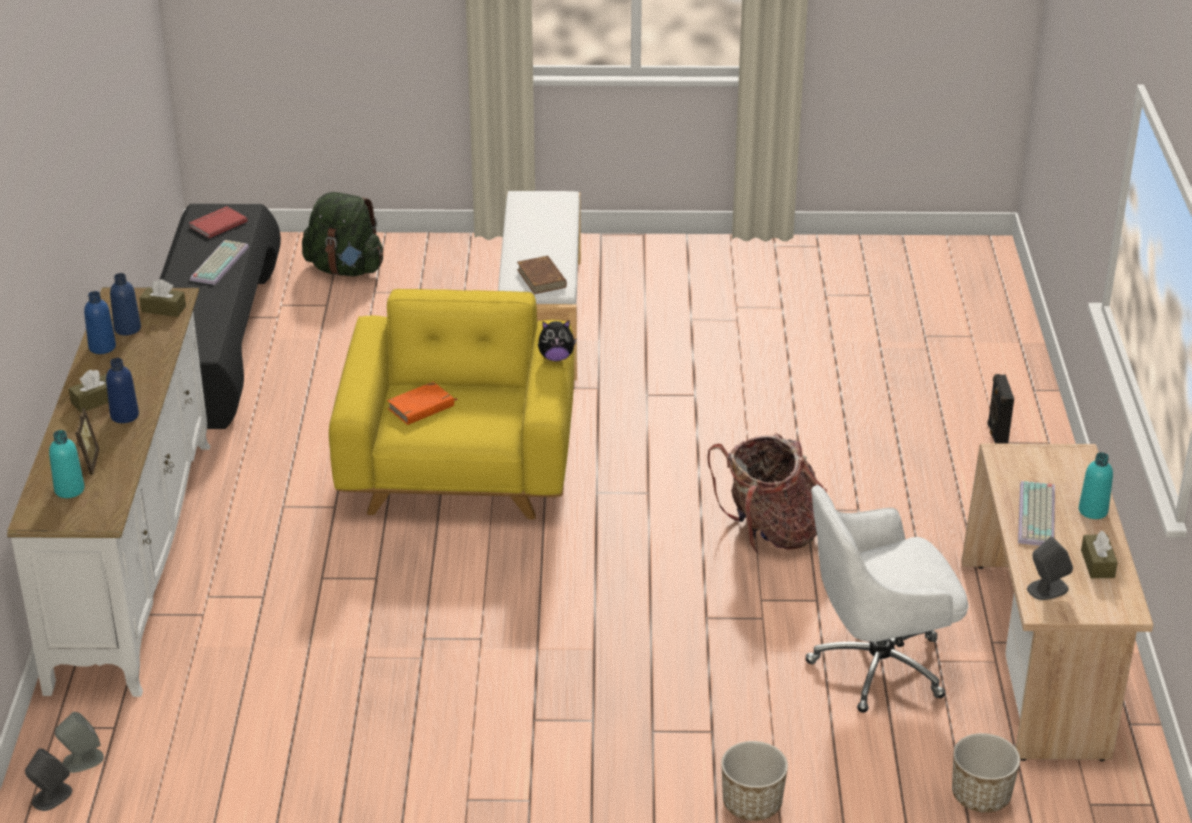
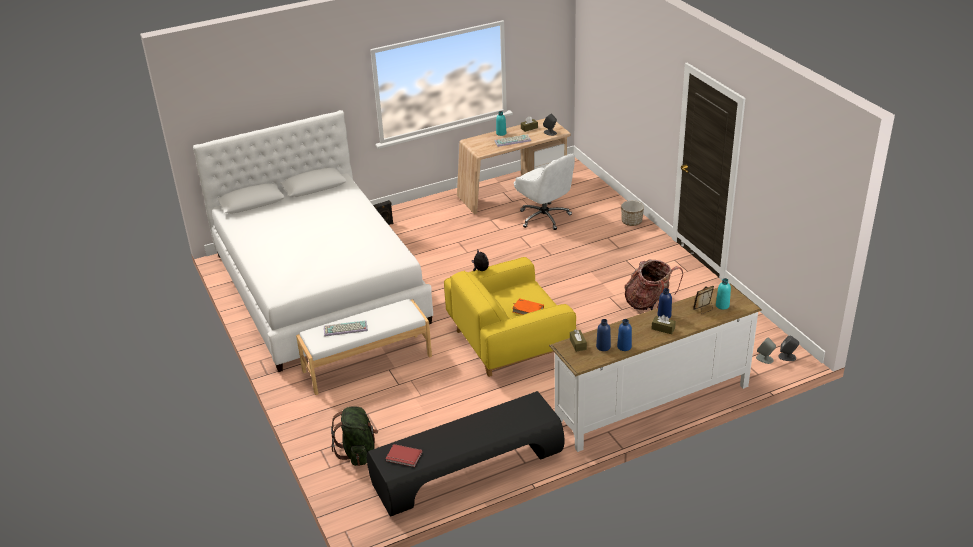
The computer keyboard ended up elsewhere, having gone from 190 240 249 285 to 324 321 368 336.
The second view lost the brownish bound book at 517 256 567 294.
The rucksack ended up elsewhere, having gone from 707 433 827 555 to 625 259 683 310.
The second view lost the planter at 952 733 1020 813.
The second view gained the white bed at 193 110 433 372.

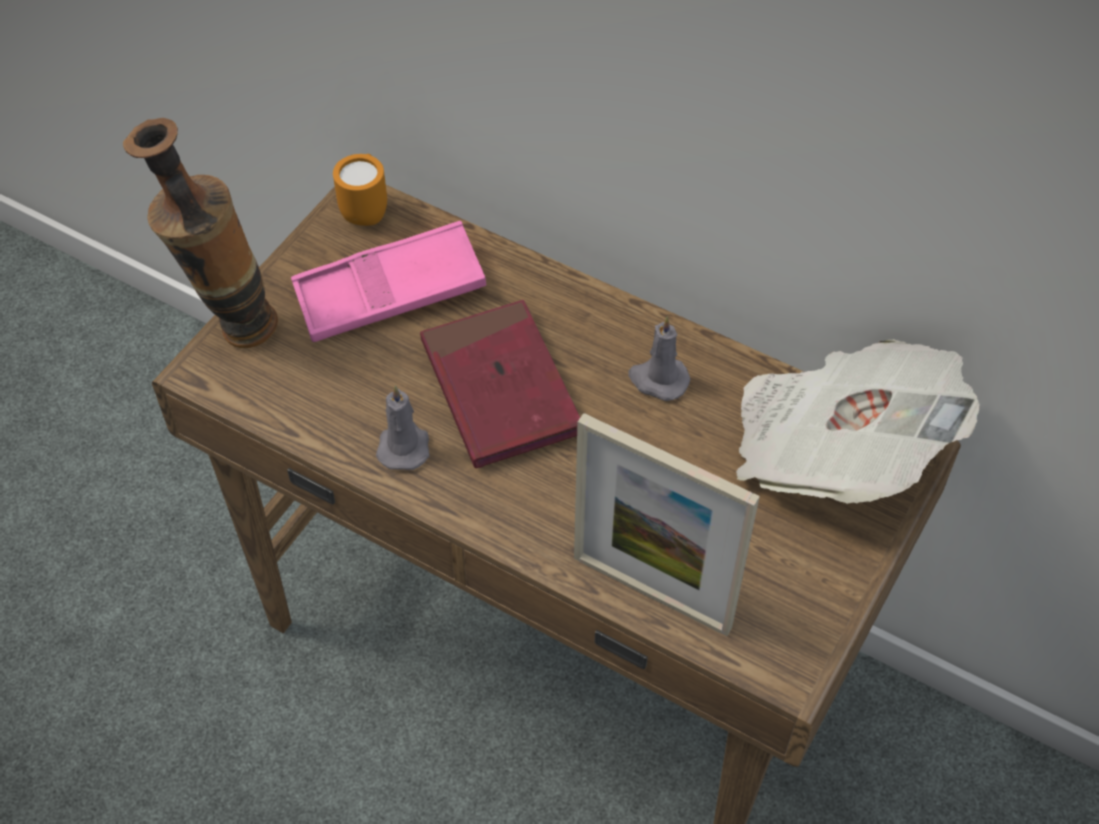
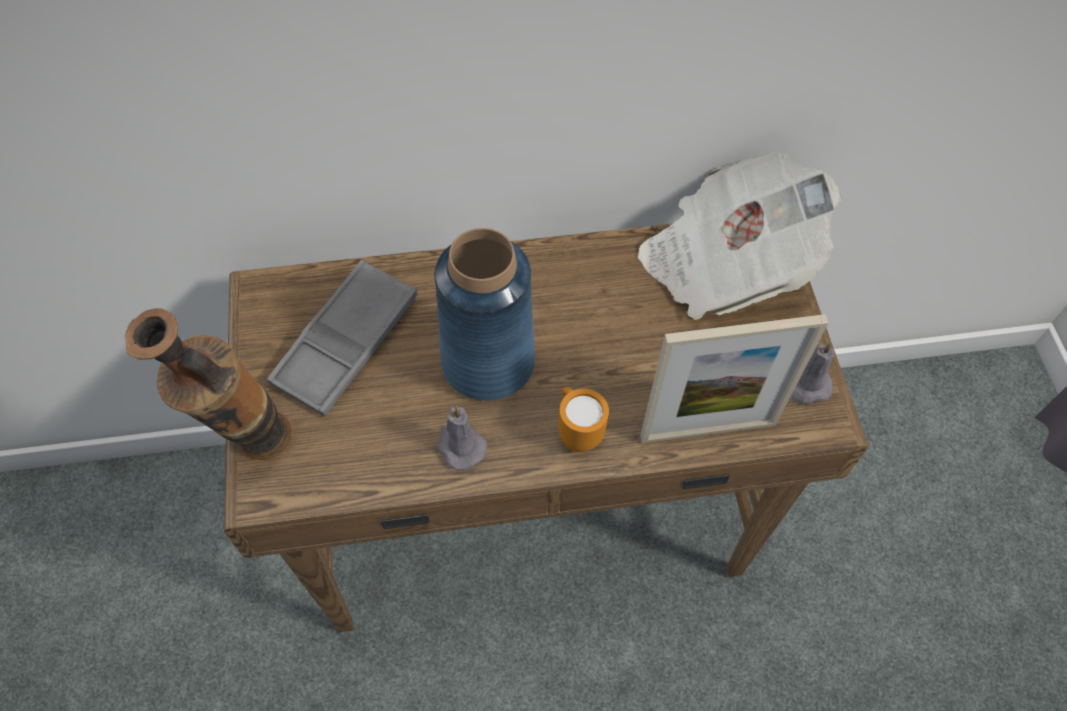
What was the pinkish tray at 291 221 486 342 turned into the grey tray at 267 260 417 417.
The orange-coloured mug ended up elsewhere, having gone from 333 154 387 226 to 558 387 609 452.
Where the red bound book stood at 420 300 580 468, the bluish decorative vase came to stand at 434 228 535 401.
The grey wax candle ended up elsewhere, having gone from 628 316 690 401 to 789 341 835 404.

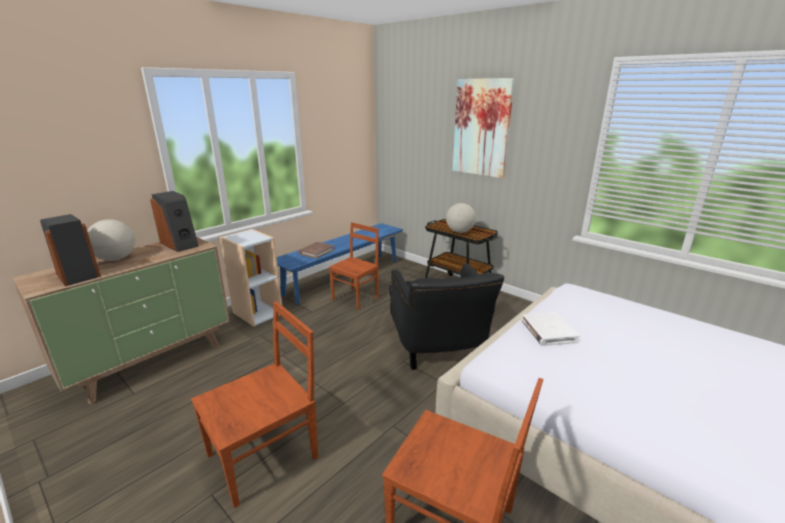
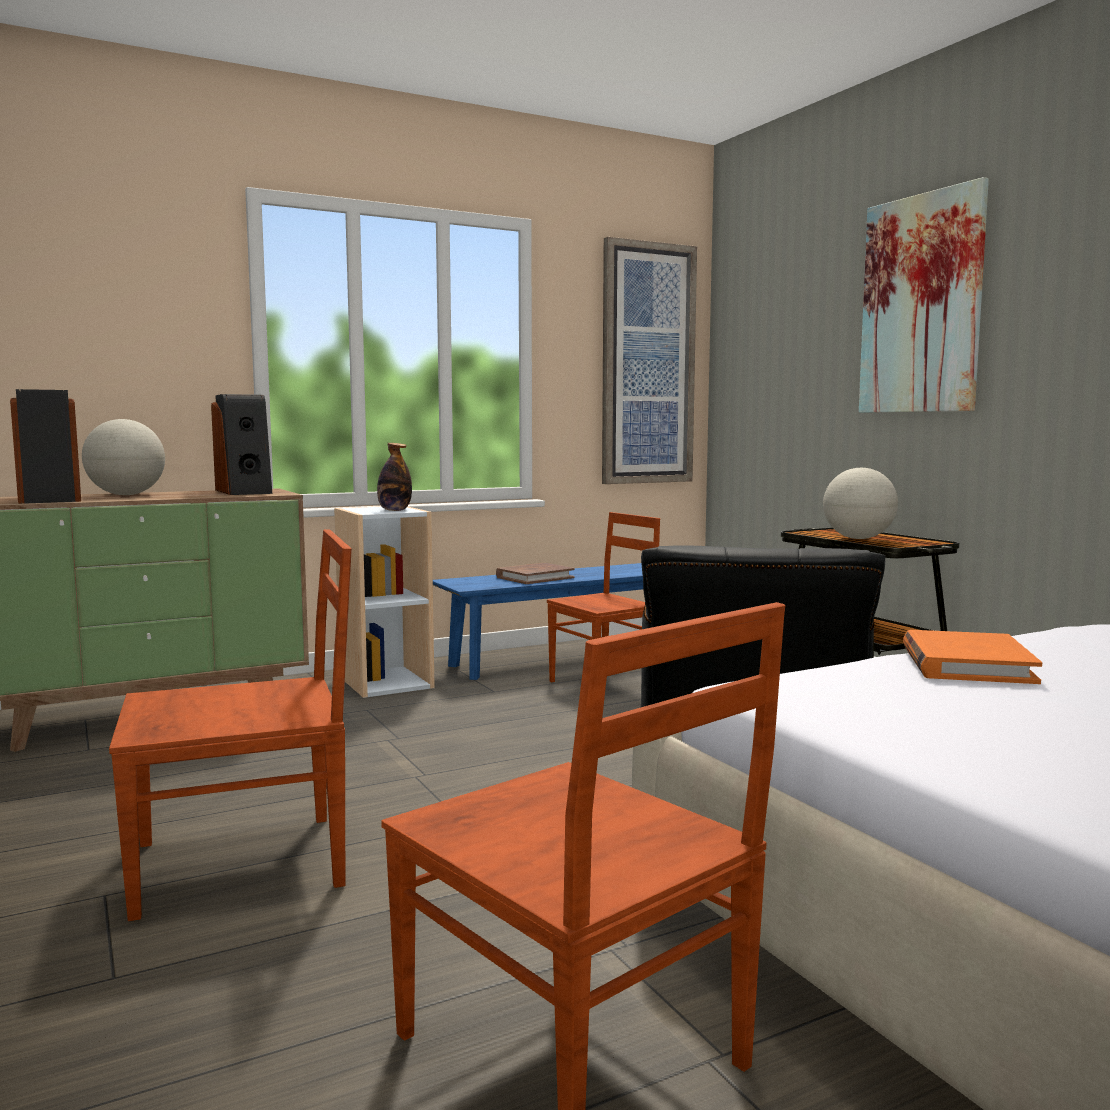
What was the white bound book at 521 312 580 346 turned into the orange-coloured bound book at 903 630 1042 684.
The second view gained the bottle at 377 443 412 511.
The second view gained the picture at 602 237 697 484.

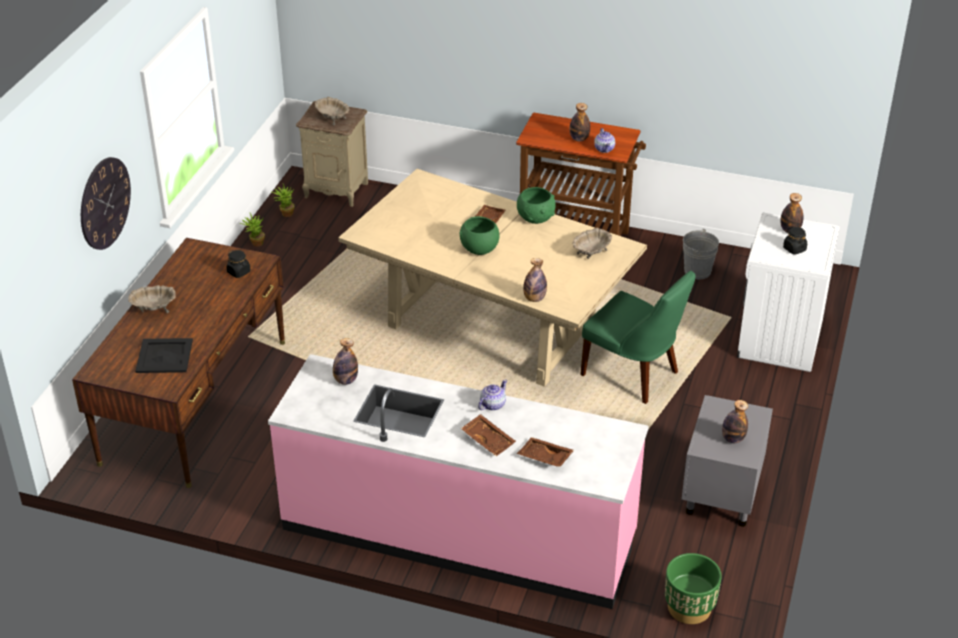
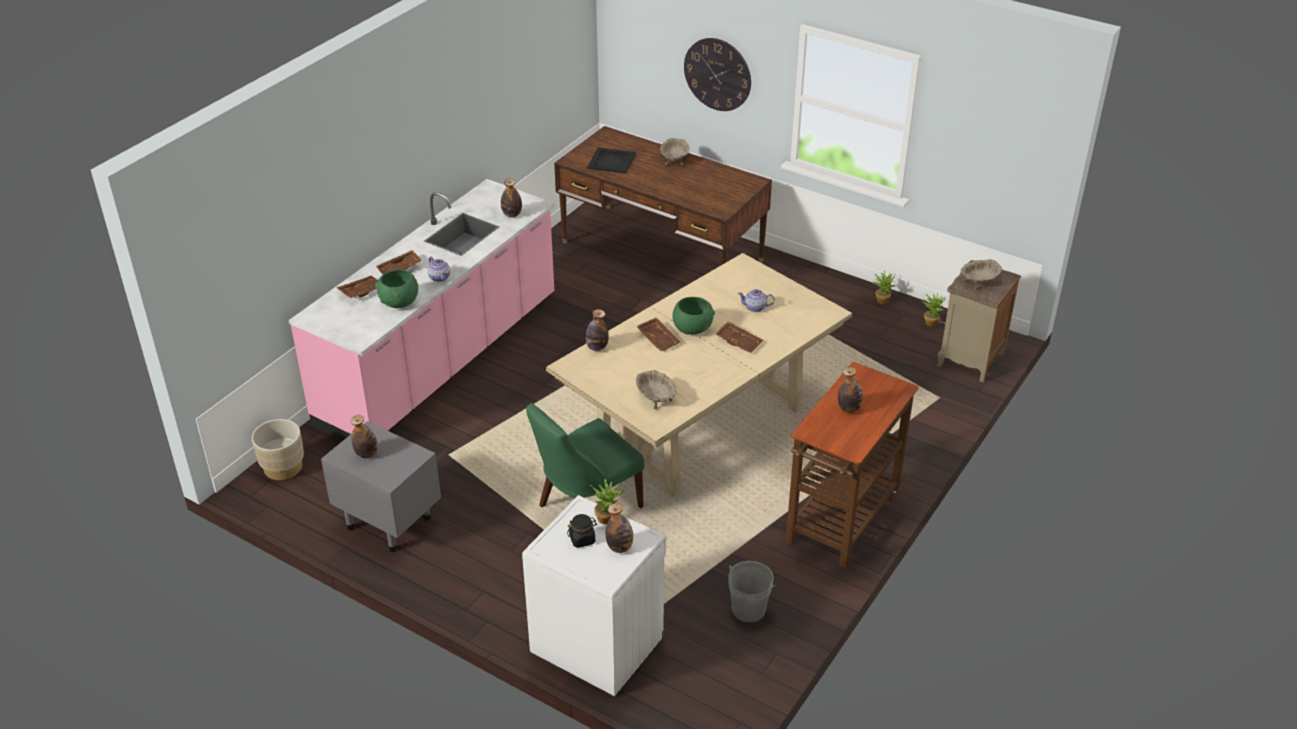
The second view lost the black-coloured preserve jar at 227 250 250 278.
The green serving bowl ended up elsewhere, having gone from 517 187 556 224 to 375 269 418 308.
The teapot ended up elsewhere, having gone from 594 128 615 153 to 738 289 775 312.
What was the green planter at 665 553 722 624 turned into the beige planter at 252 419 304 480.
The second view gained the potted plant at 590 479 624 524.
The second view gained the brownish tray at 636 317 680 352.

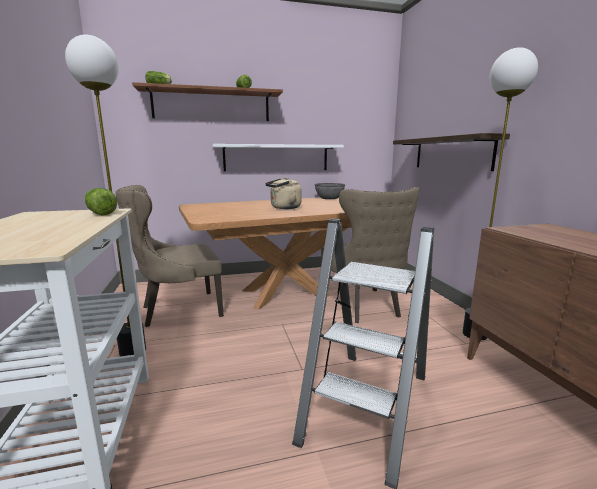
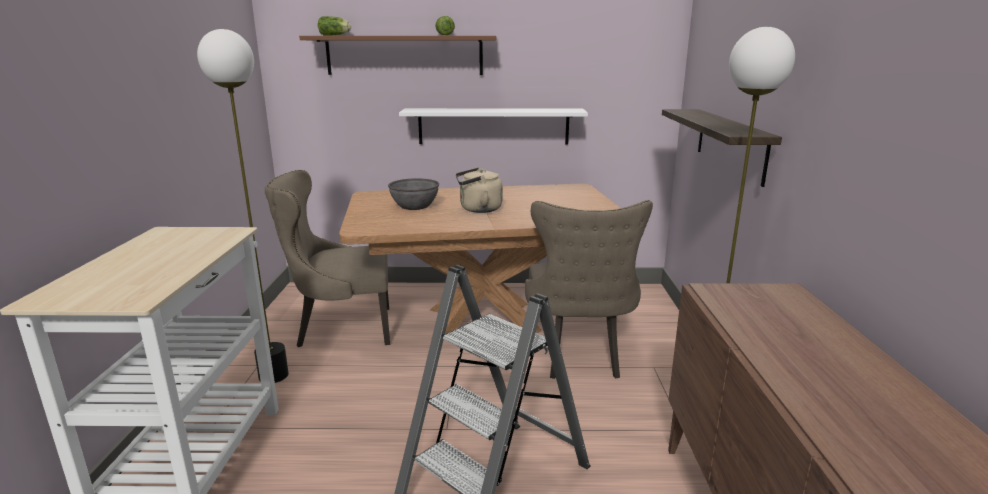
The second view lost the head of lettuce at 85 188 117 215.
The grey serving bowl ended up elsewhere, having gone from 314 183 345 199 to 388 178 439 210.

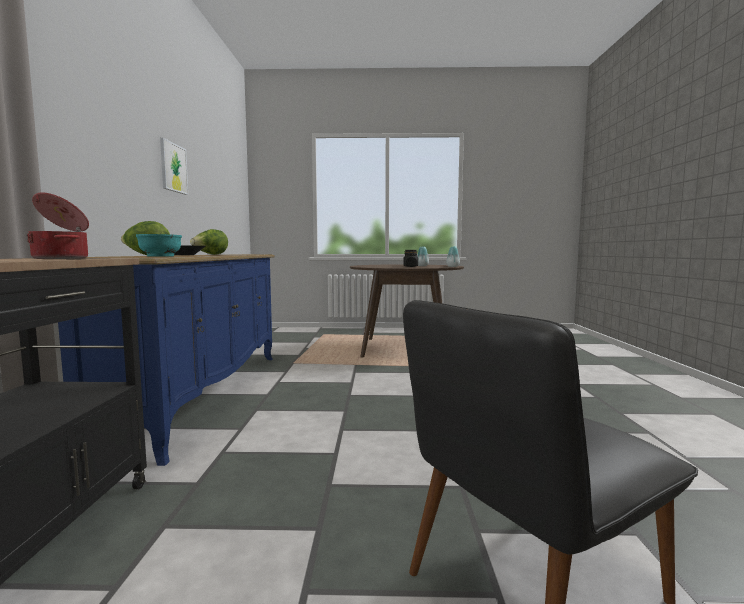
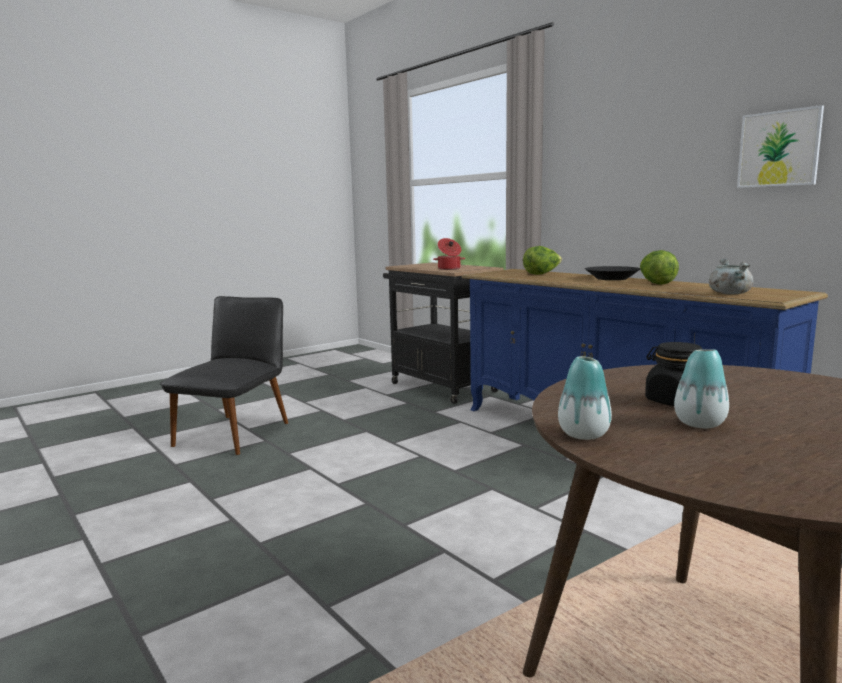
The second view lost the turquoise serving bowl at 136 234 182 257.
The second view gained the grey saucepot at 709 258 754 295.

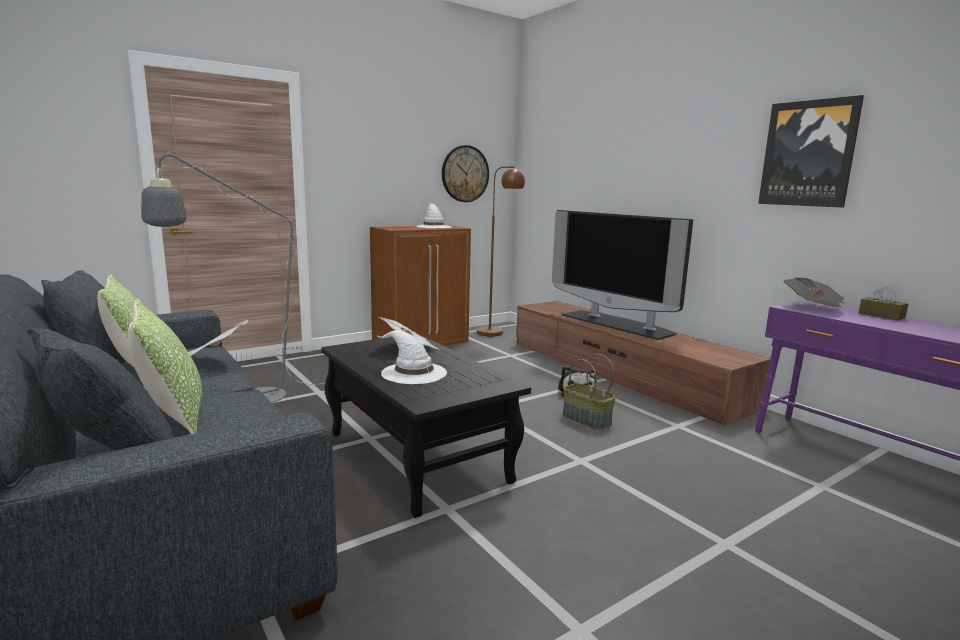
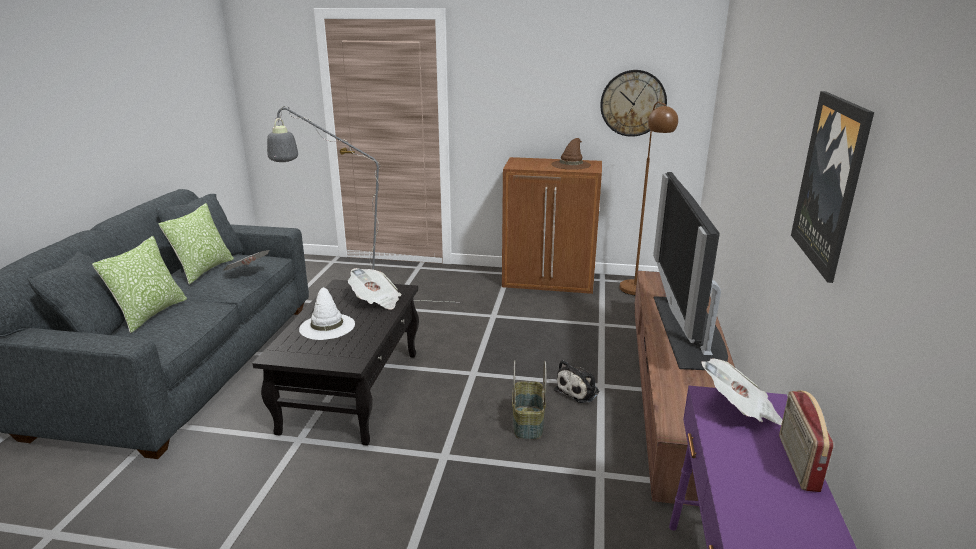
What was the white hat at 416 204 452 228 turned into the brownish hat at 551 138 591 170.
Where the brownish tissue box stood at 859 286 908 320, the radio came to stand at 779 390 833 492.

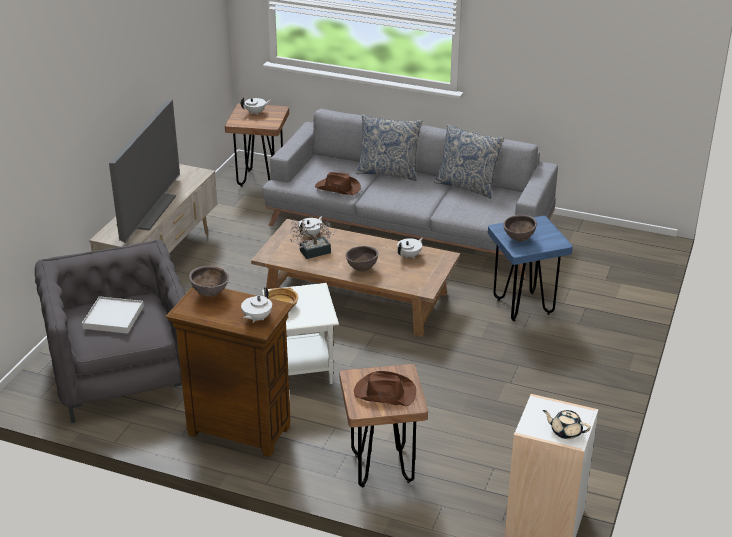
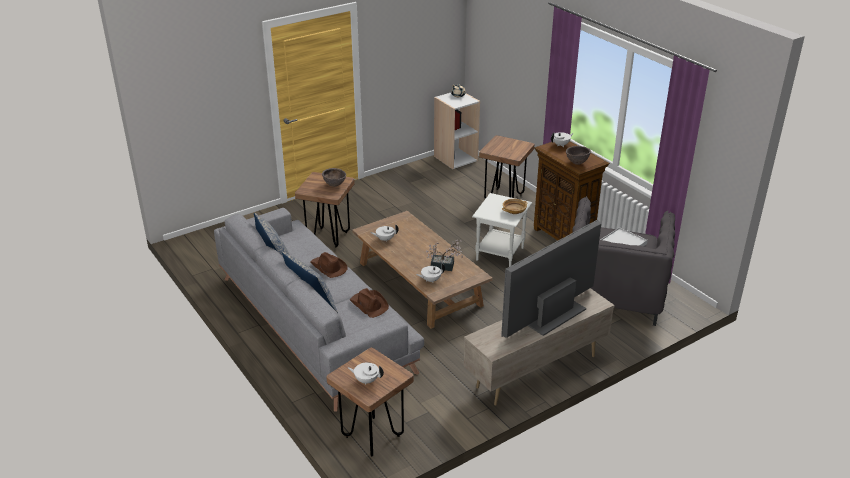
The second view lost the brownish serving bowl at 345 246 379 272.
The brownish hat ended up elsewhere, having gone from 354 371 416 406 to 310 252 347 278.
What was the bluish stool at 488 216 573 321 turned into the brownish stool at 295 172 355 248.

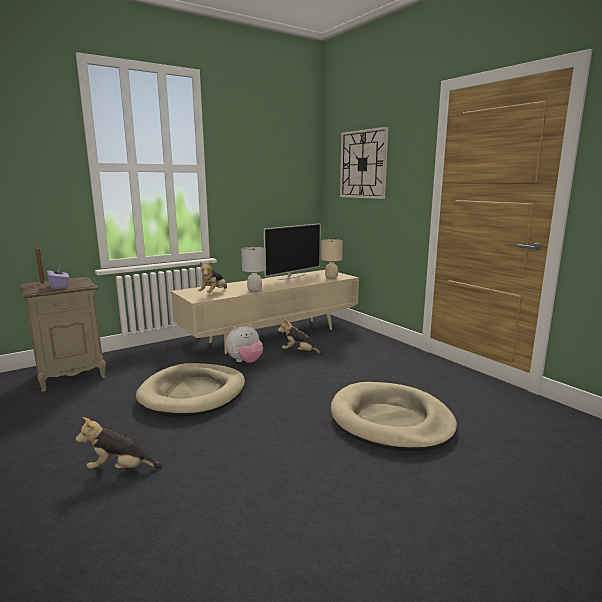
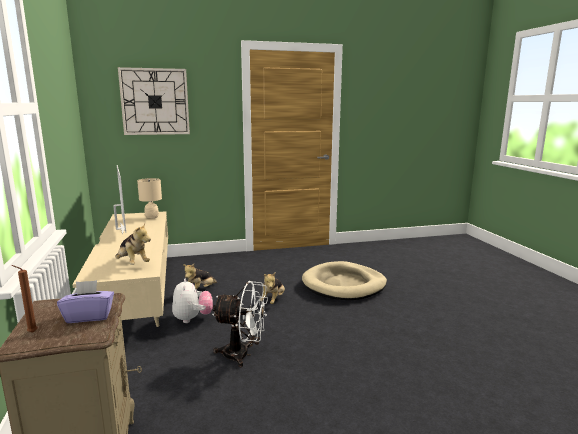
The plush toy ended up elsewhere, having gone from 76 417 163 469 to 260 272 285 304.
Where the beige dog bed stood at 136 363 245 417, the white cooling fan came to stand at 212 281 268 367.
The second view lost the grey table lamp at 241 247 266 292.

